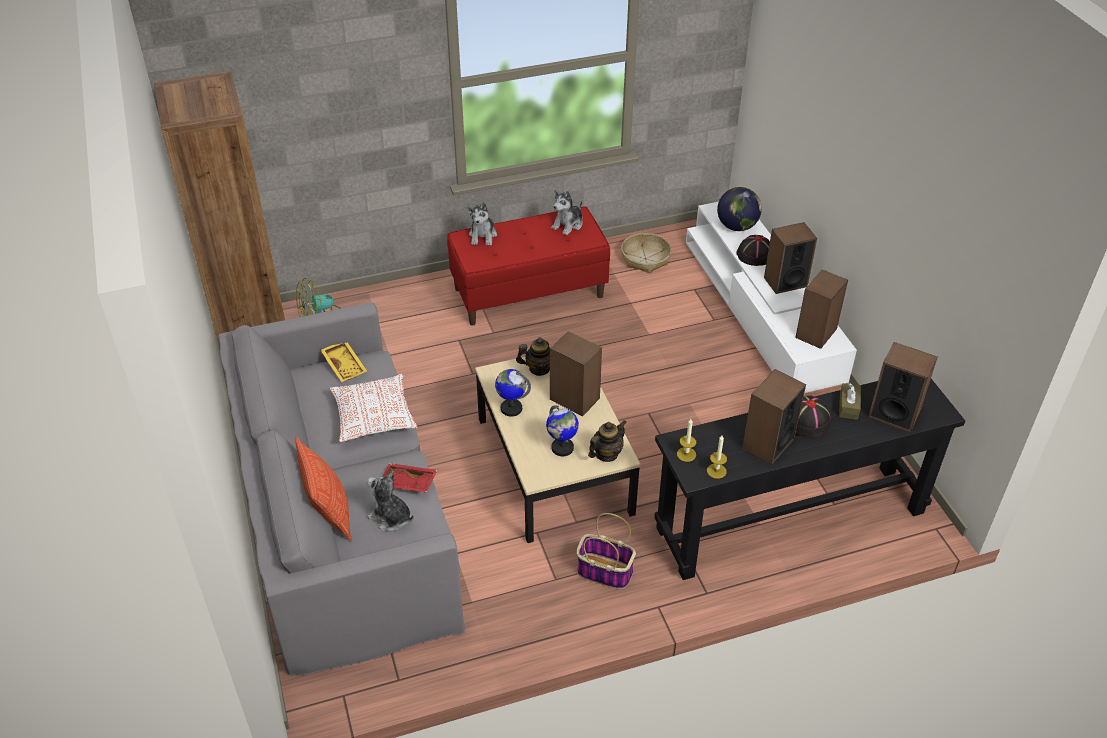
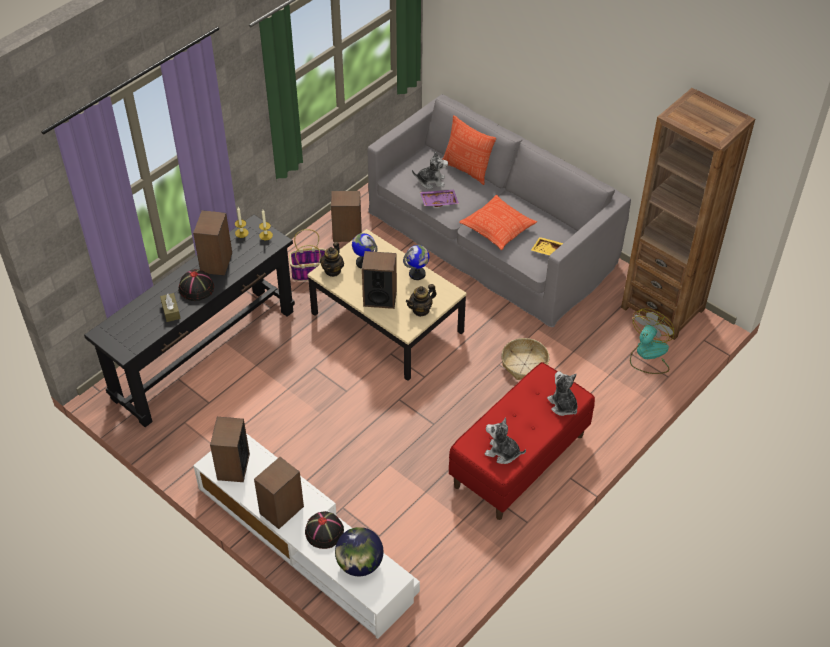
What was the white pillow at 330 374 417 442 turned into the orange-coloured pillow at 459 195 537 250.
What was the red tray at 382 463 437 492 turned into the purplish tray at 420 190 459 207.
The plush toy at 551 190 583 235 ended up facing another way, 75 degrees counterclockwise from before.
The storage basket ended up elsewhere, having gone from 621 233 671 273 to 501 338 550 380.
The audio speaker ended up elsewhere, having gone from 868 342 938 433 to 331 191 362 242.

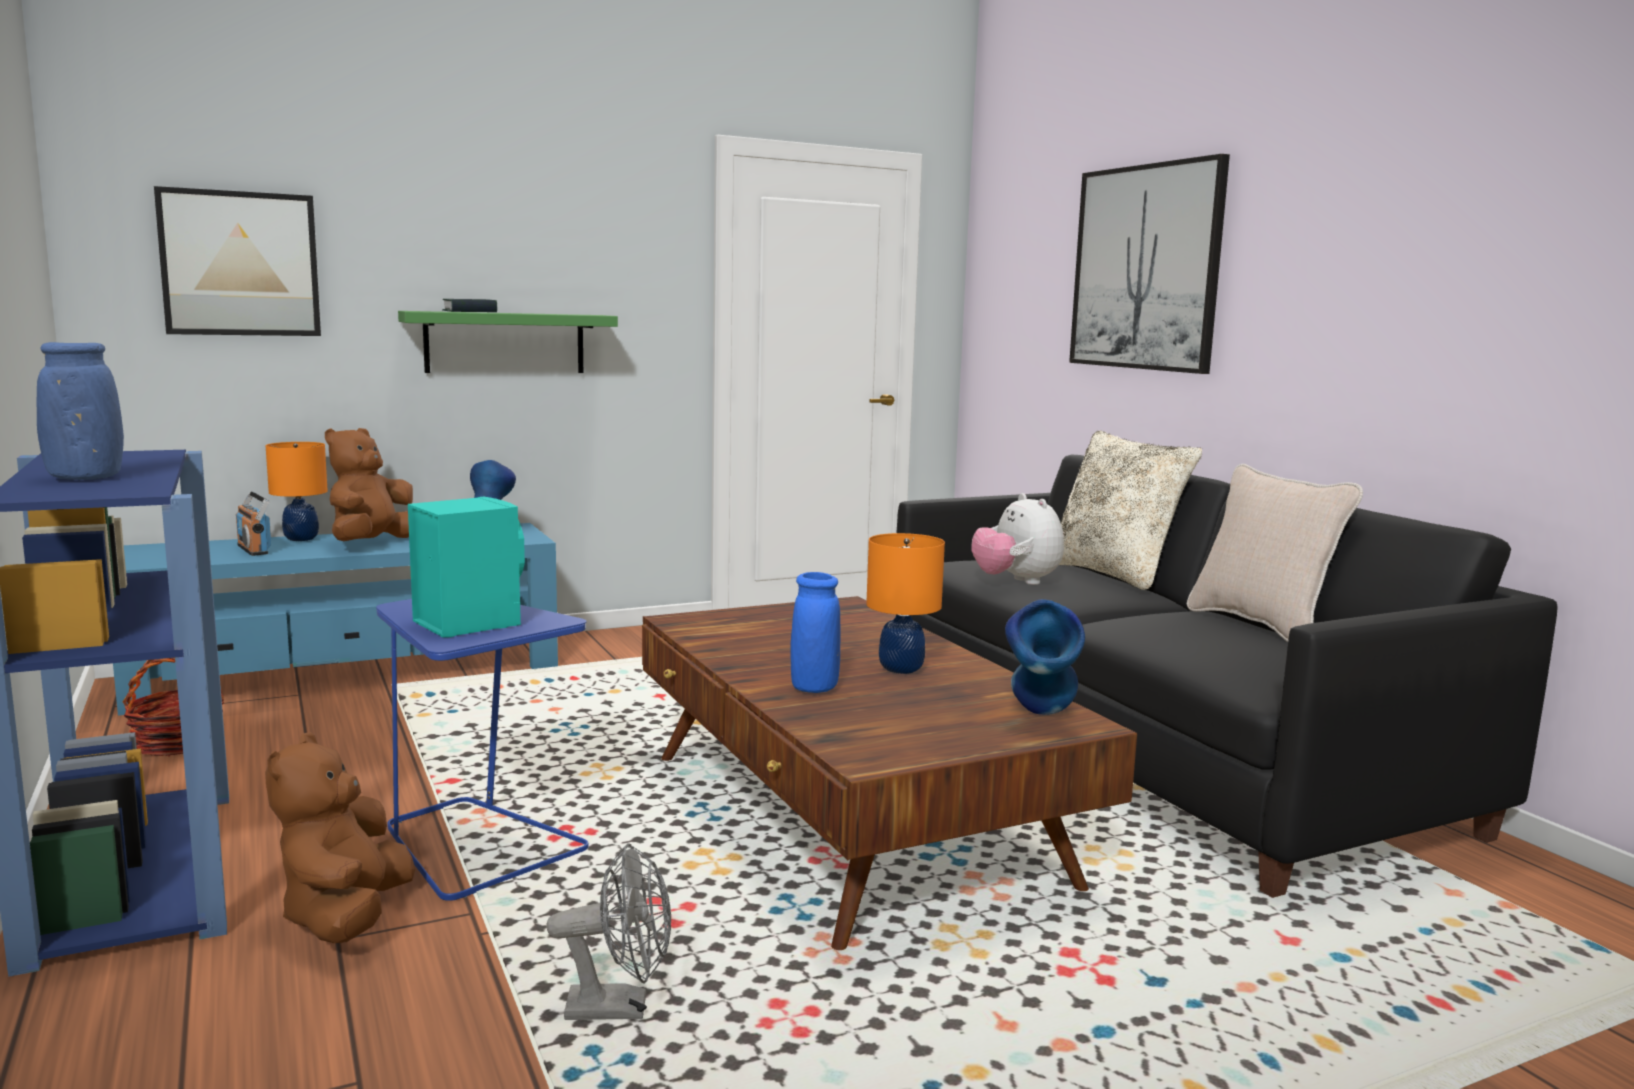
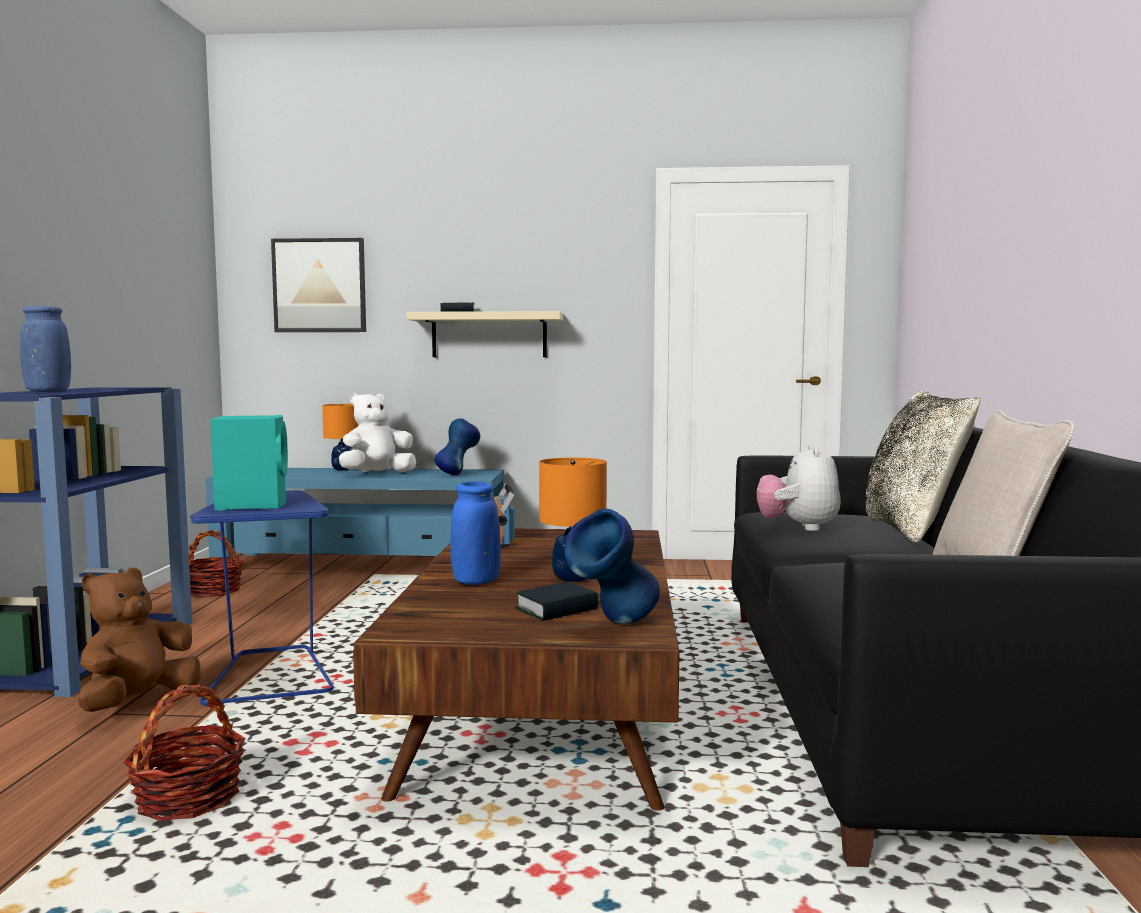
The radio ended up elsewhere, having gone from 236 491 271 556 to 494 483 514 547.
What was the brownish plush toy at 325 428 413 541 turned into the white plush toy at 339 393 416 472.
What was the green bracket shelf at 398 311 618 373 turned into the beige bracket shelf at 407 311 563 357.
Where the grey cooling fan stood at 546 843 671 1020, the storage basket came to stand at 123 685 246 821.
The second view lost the picture at 1069 154 1230 374.
The second view gained the bound book at 515 582 598 621.

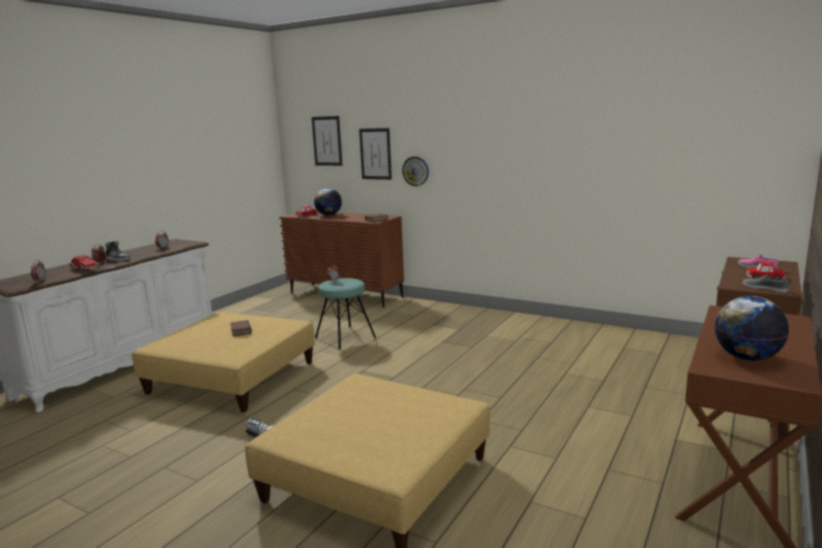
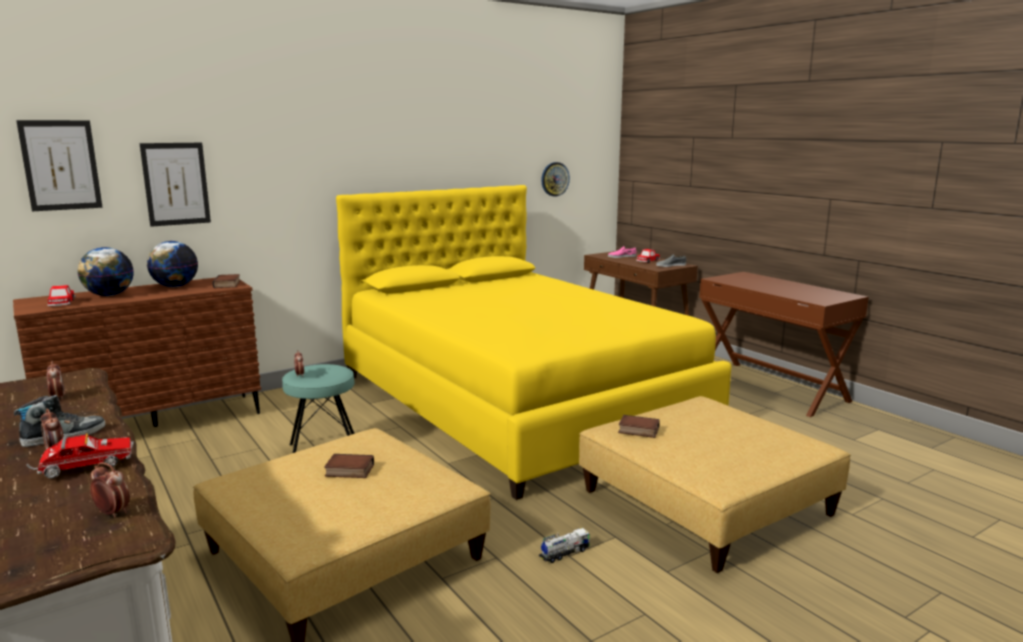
The wall clock ended up elsewhere, having gone from 402 156 429 186 to 541 162 570 196.
The world globe ended up elsewhere, having gone from 715 296 789 361 to 147 241 198 287.
The second view gained the yellow bed at 336 185 732 500.
The second view gained the bound book at 618 415 660 438.

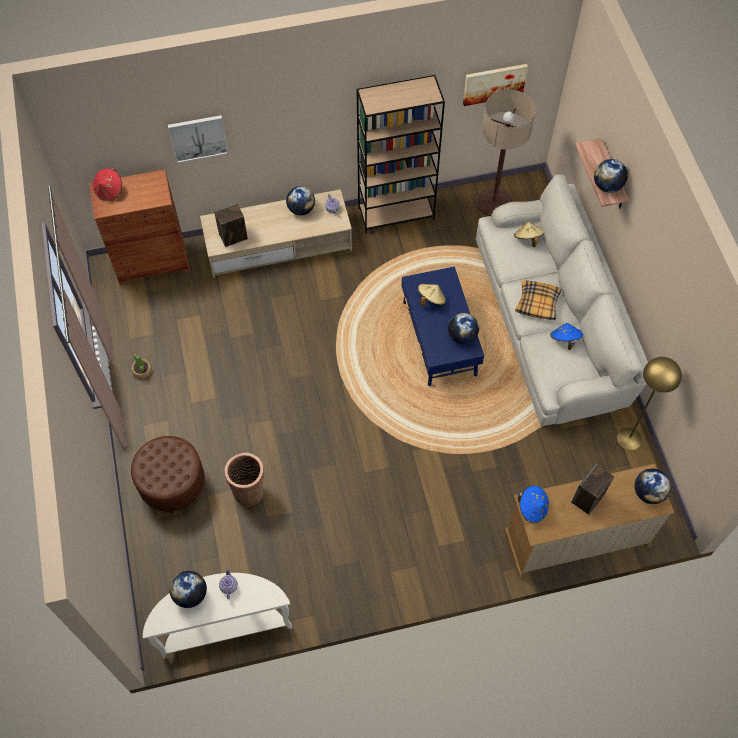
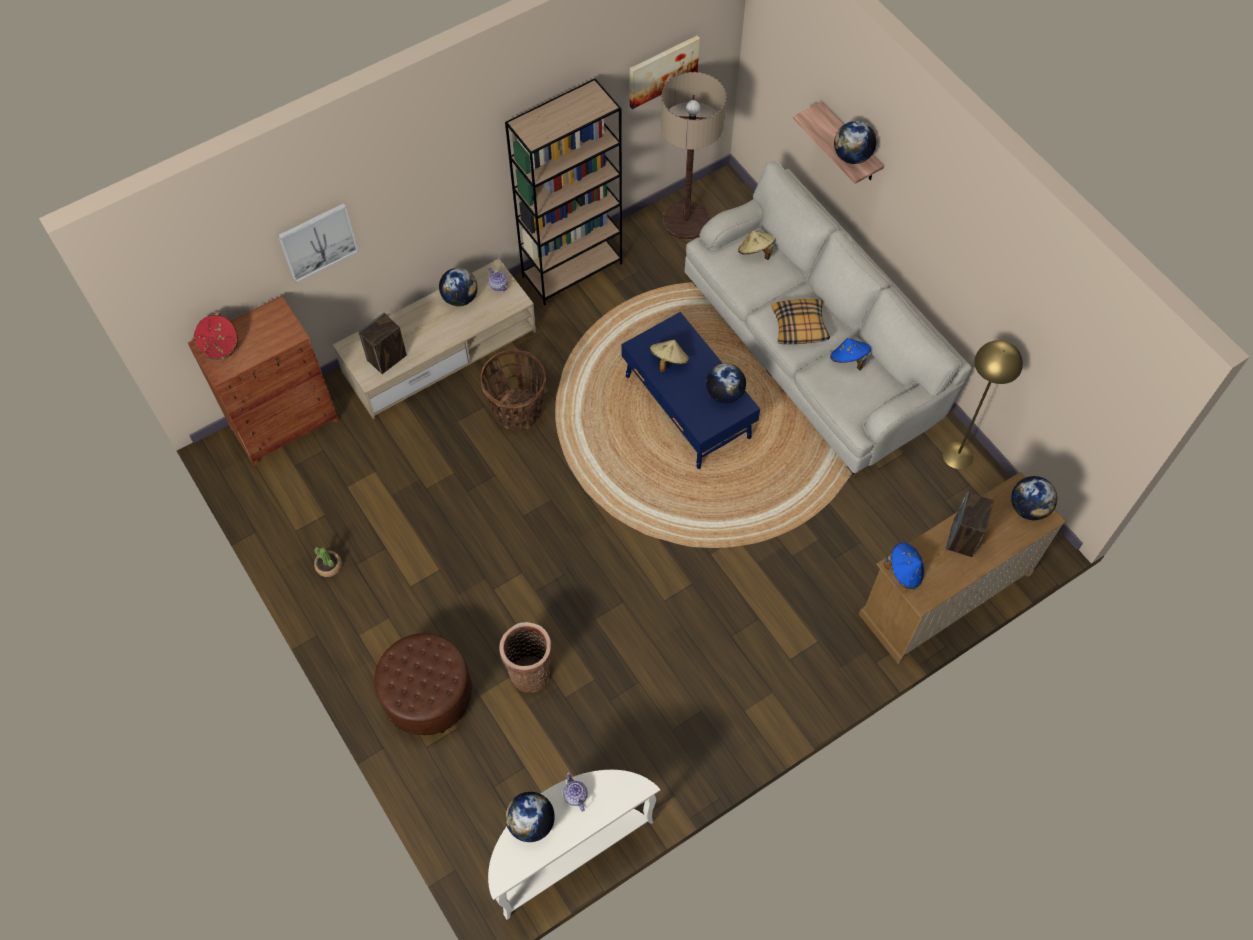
The second view gained the storage basket at 481 349 546 430.

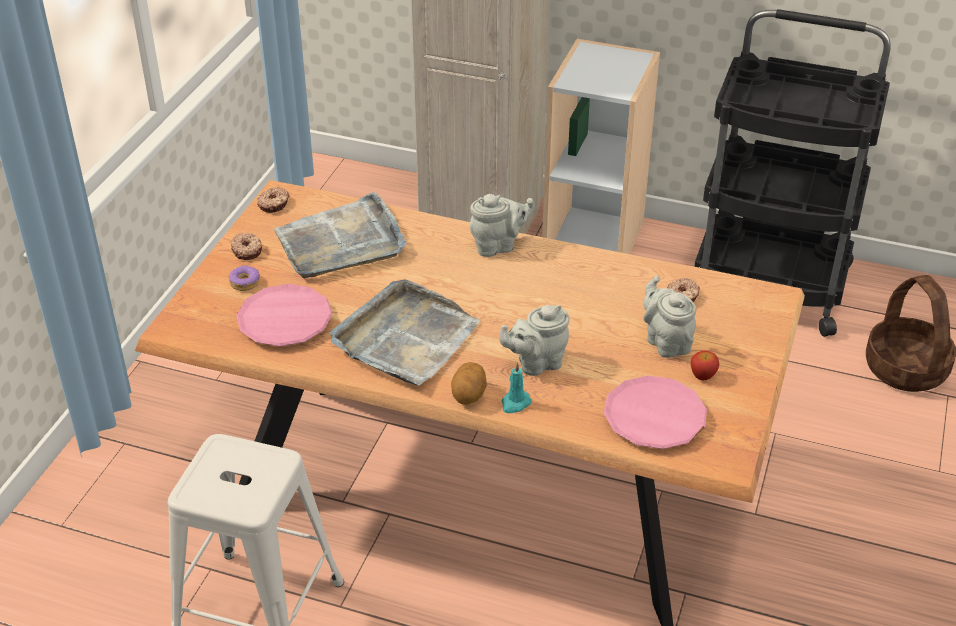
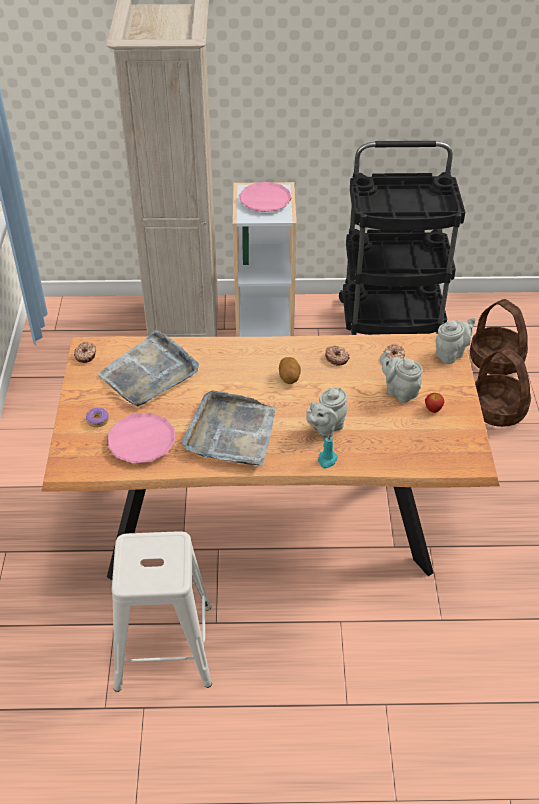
The donut ended up elsewhere, having gone from 231 233 262 260 to 325 346 350 365.
The potato ended up elsewhere, having gone from 451 362 487 405 to 279 357 301 384.
The grey teapot ended up elsewhere, having gone from 470 194 535 257 to 436 317 476 364.
The pinkish flat dish ended up elsewhere, having gone from 604 375 707 449 to 239 182 292 212.
The second view gained the storage basket at 475 347 531 427.

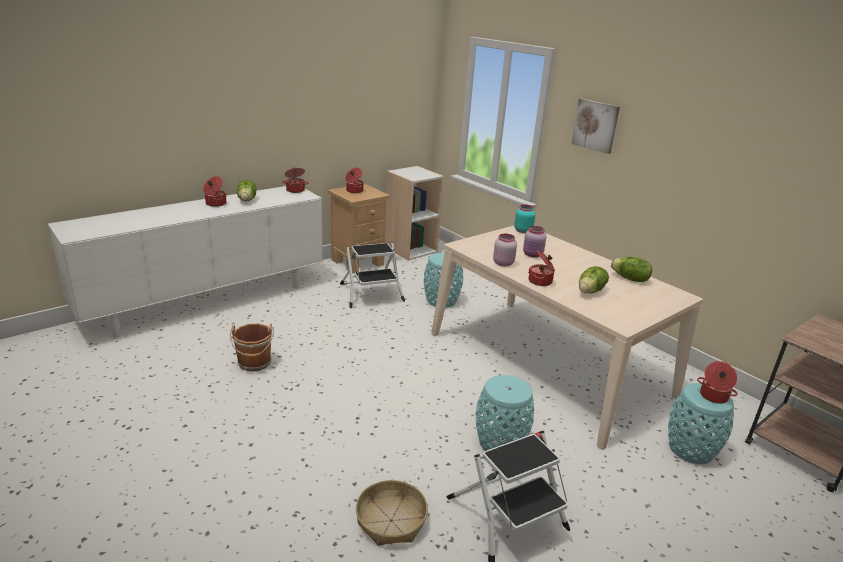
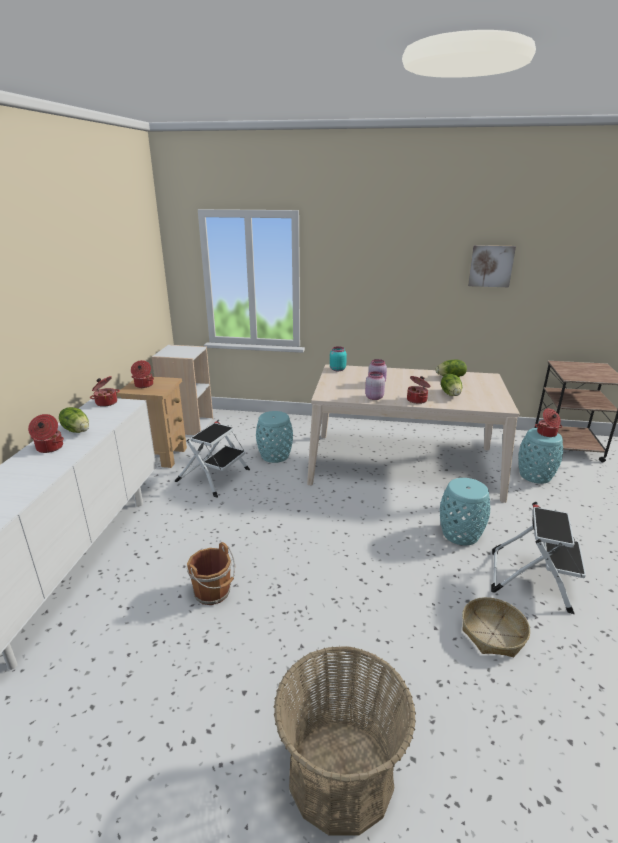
The picture ended up elsewhere, having gone from 571 99 620 154 to 468 245 516 287.
The second view gained the storage basket at 274 646 416 836.

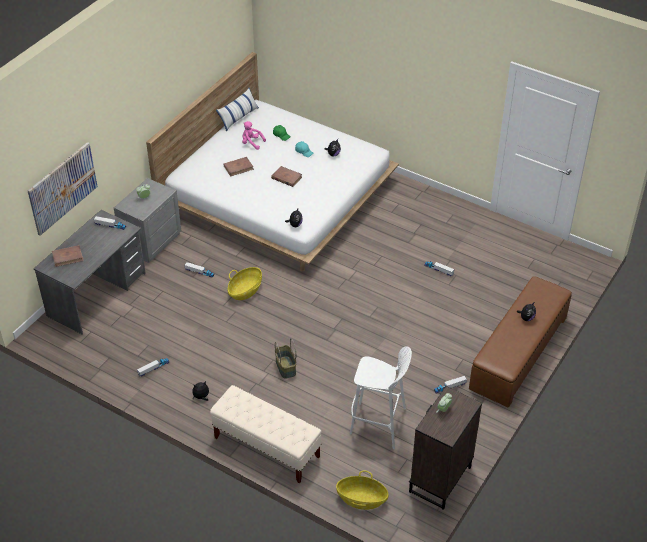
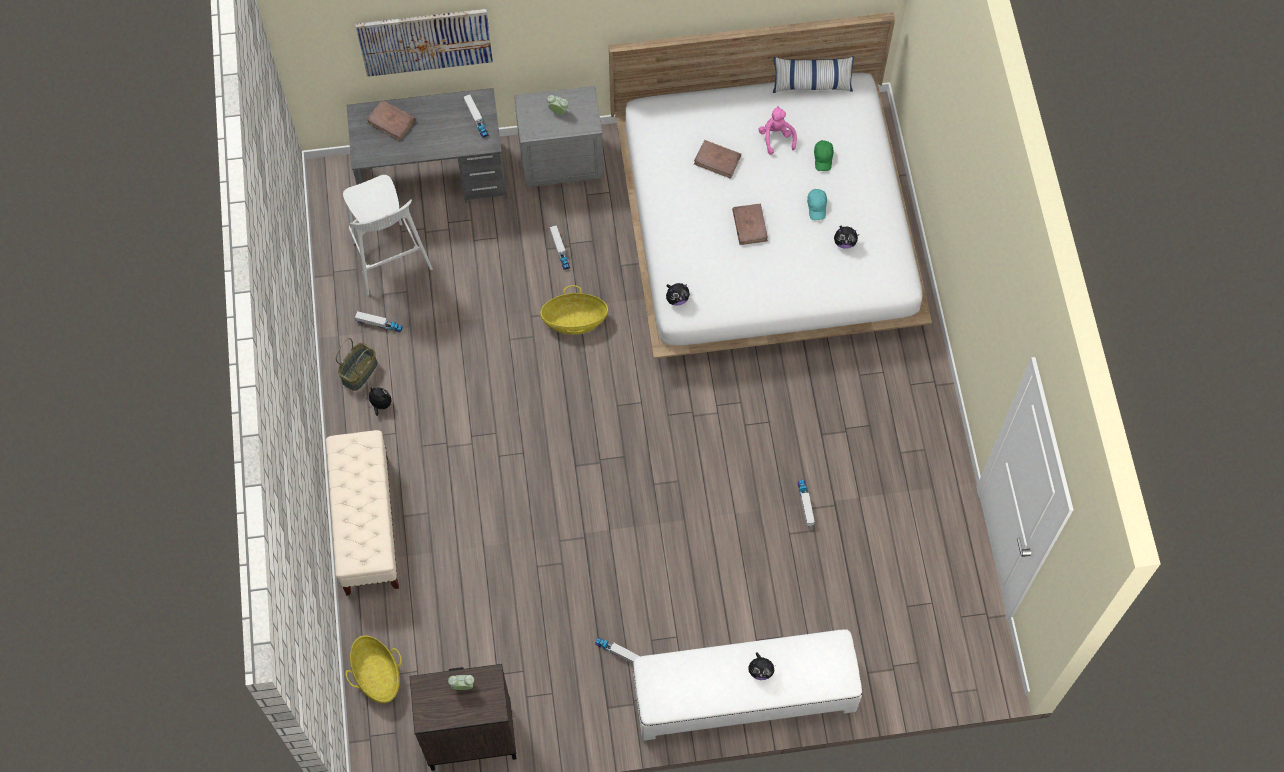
The storage basket ended up elsewhere, having gone from 275 338 296 379 to 336 338 378 391.
The white stool ended up elsewhere, having gone from 350 346 412 449 to 343 175 433 295.
What was the brownish indoor bench at 469 276 572 407 turned into the white indoor bench at 633 629 862 741.

